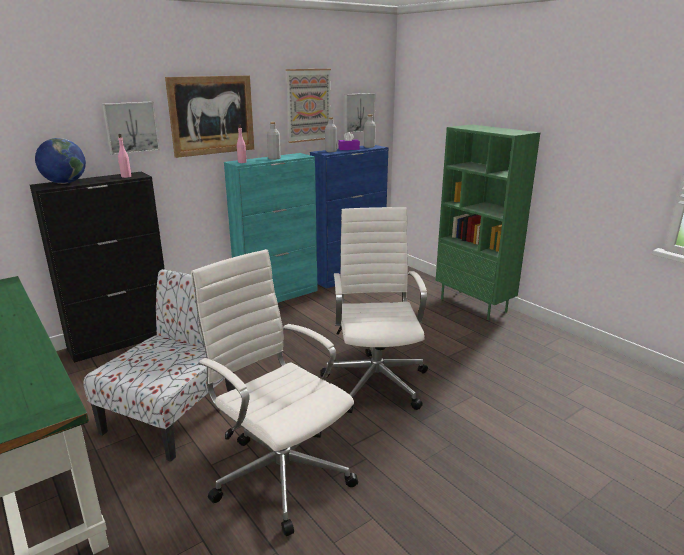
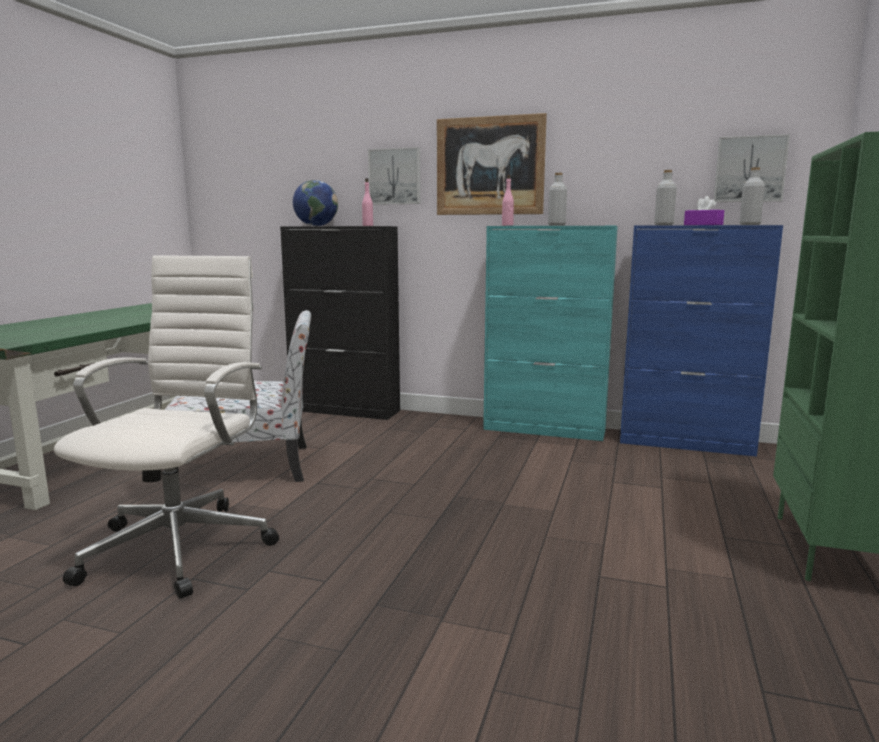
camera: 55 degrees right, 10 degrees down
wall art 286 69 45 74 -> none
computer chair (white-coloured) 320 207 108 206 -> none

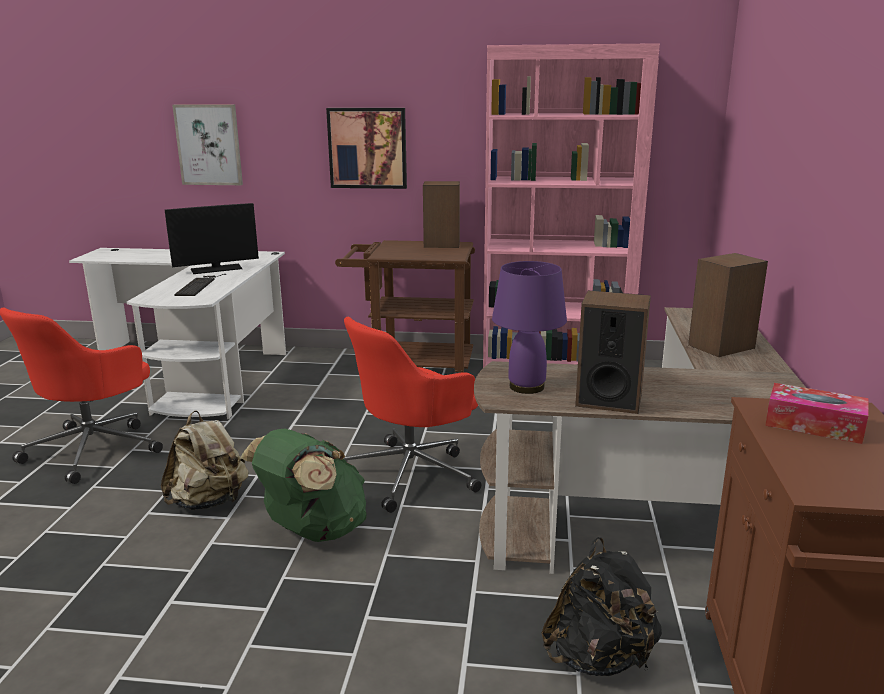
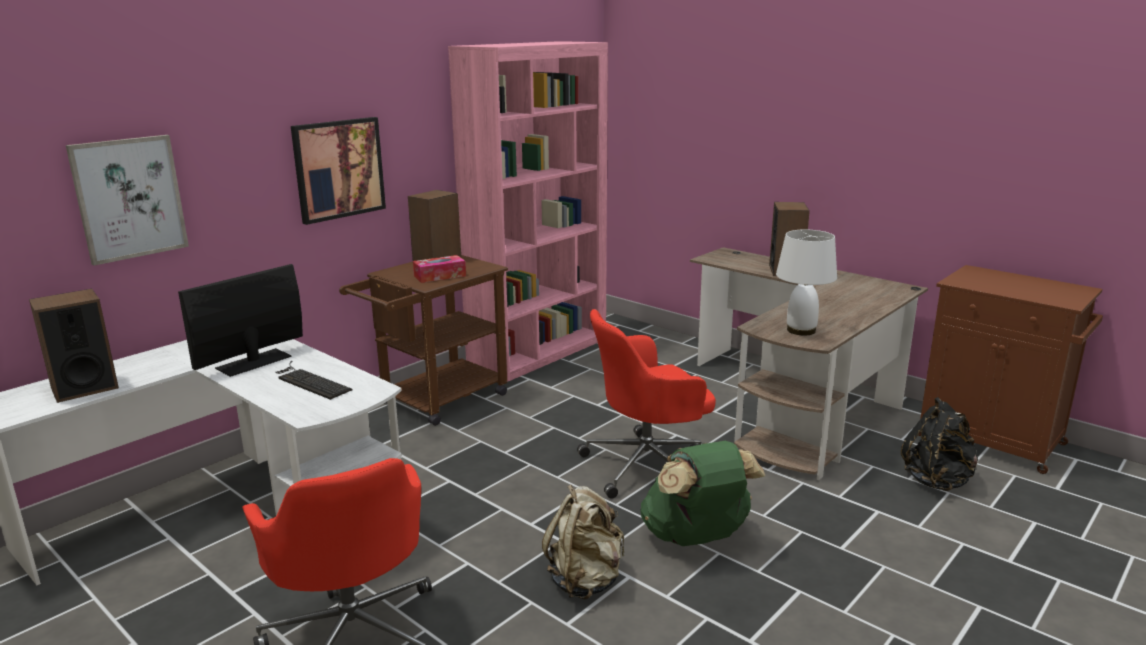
camera: 55 degrees left, 0 degrees up
computer screen 165 203 94 71 -> computer screen 178 264 125 113, 150 degrees counterclockwise
tabletop lamp (purplish) 492 261 75 133 -> tabletop lamp (white-coloured) 776 229 61 106
speaker 575 291 76 123 -> speaker 29 289 90 114, move
computer chair (reddish) 344 317 137 196 -> computer chair (reddish) 577 309 139 190, 75 degrees clockwise
tissue box 765 383 103 61 -> tissue box 413 255 53 28, move

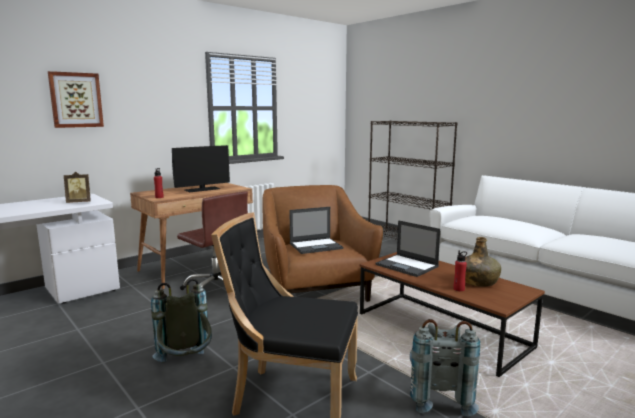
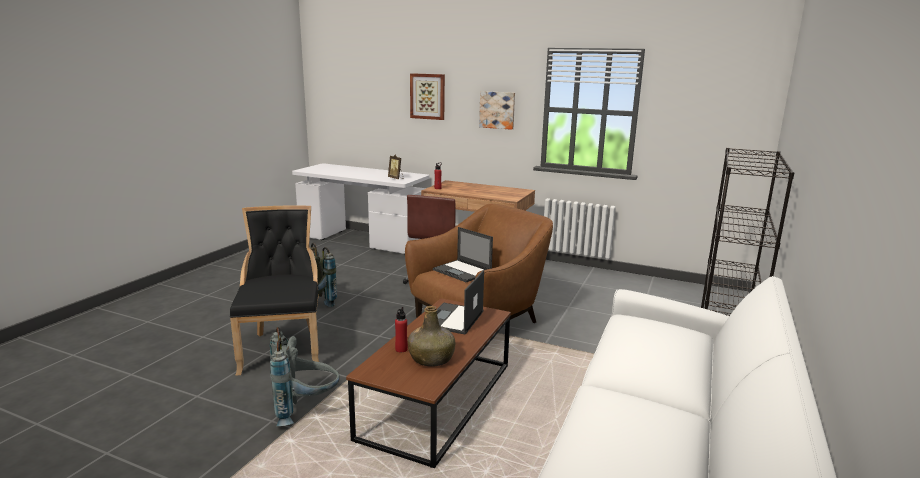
camera: 65 degrees right, 5 degrees up
computer screen 172 145 58 47 -> none
none -> wall art 479 91 36 39

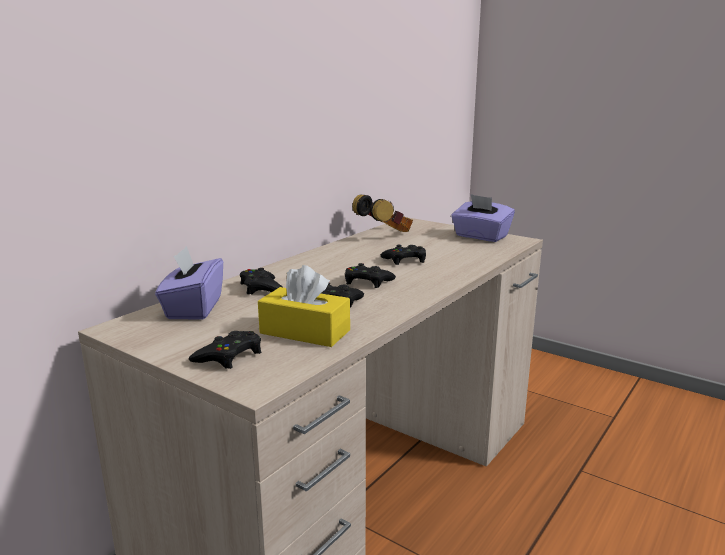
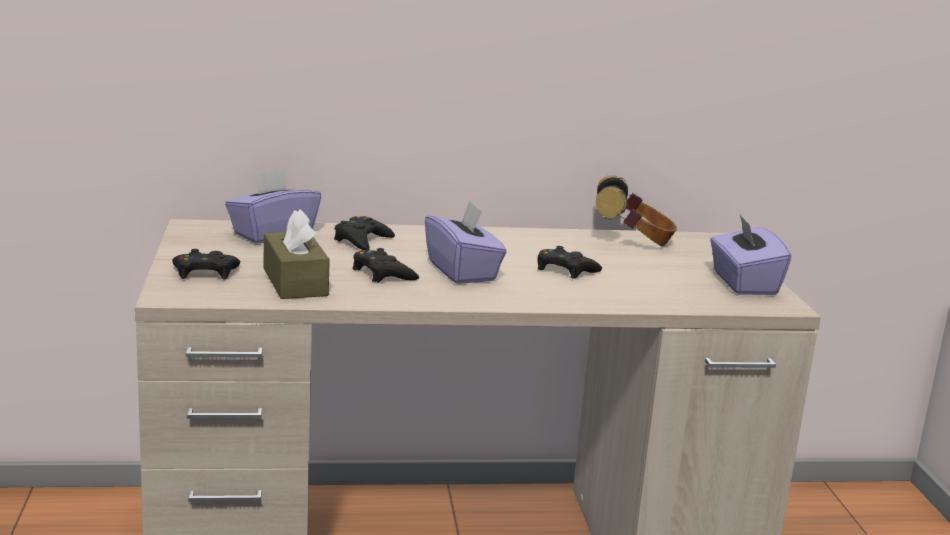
camera: 45 degrees right, 0 degrees up
joypad (blackish) 345 263 51 25 -> tissue box (purplish) 425 201 82 83
tissue box (yellow-coloured) 258 265 92 82 -> tissue box (brown) 264 209 66 90

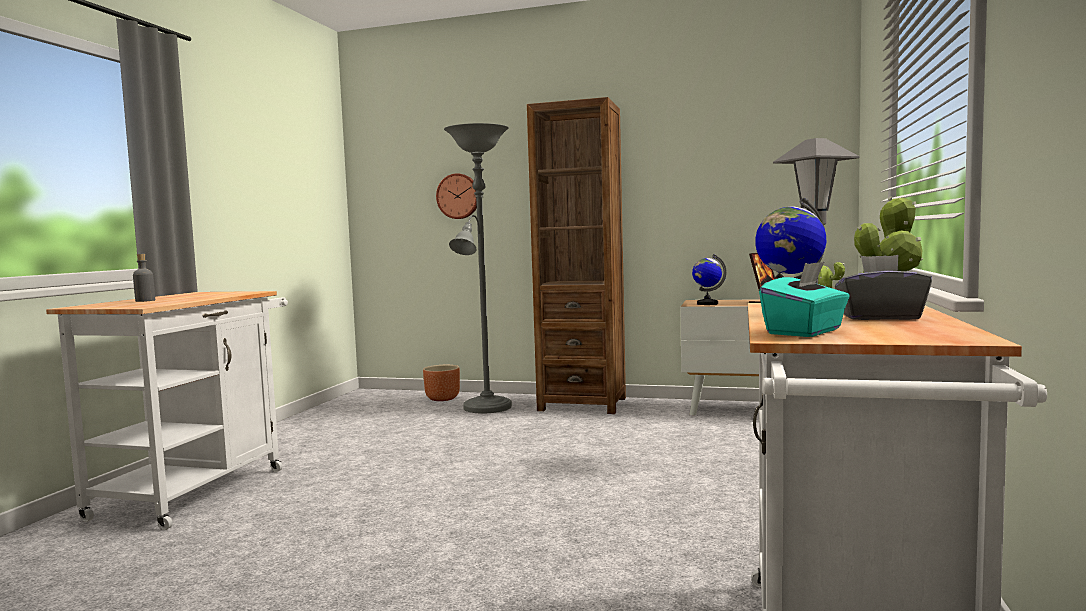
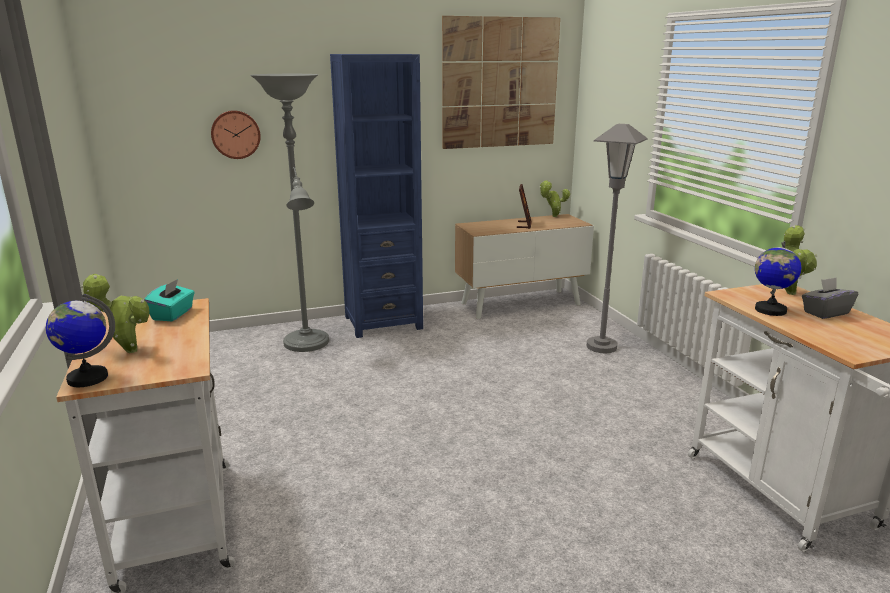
camera: 35 degrees left, 15 degrees up
bookcase (brown) 527 97 99 317 -> bookcase (blue-coloured) 330 54 93 284
bottle (greyish) 133 254 22 48 -> houseplant 81 274 68 79
desk globe 692 254 35 51 -> desk globe 46 294 69 93, move
tissue box (turquoise) 759 261 91 76 -> tissue box (turquoise) 144 279 51 42, move
planter (brown) 423 365 37 36 -> none
none -> wall art 442 16 118 133

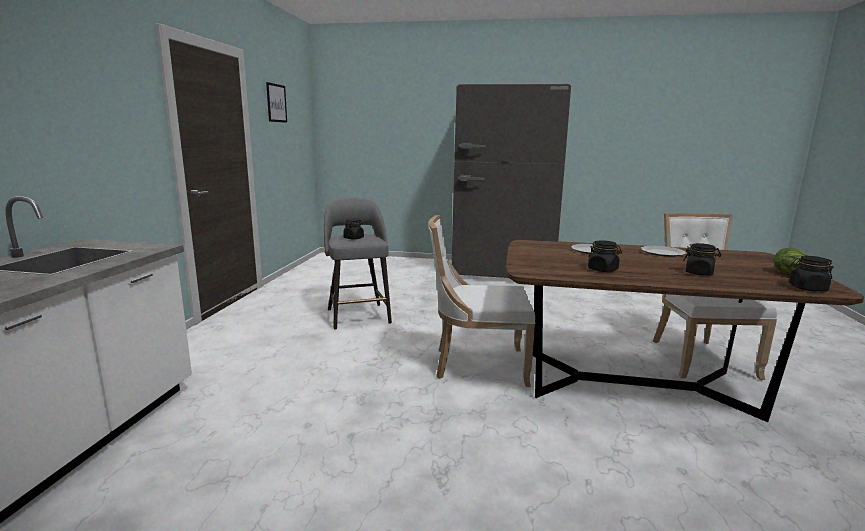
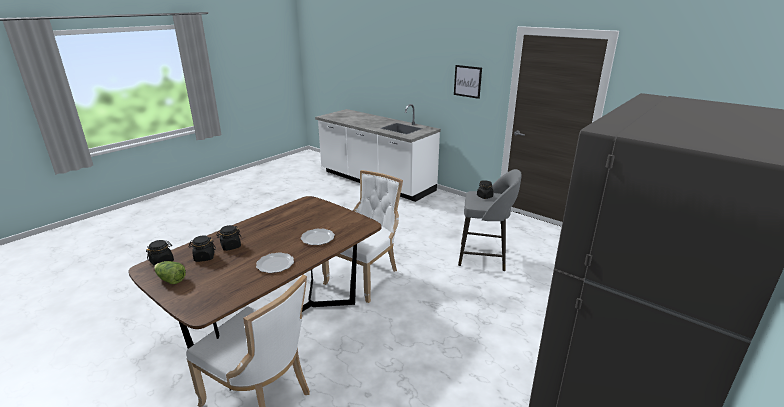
camera: 120 degrees right, 10 degrees up
wall art 266 82 21 41 -> wall art 454 65 28 34, move
storage jar (blackish) 588 240 34 32 -> storage jar (blackish) 189 236 27 26, move

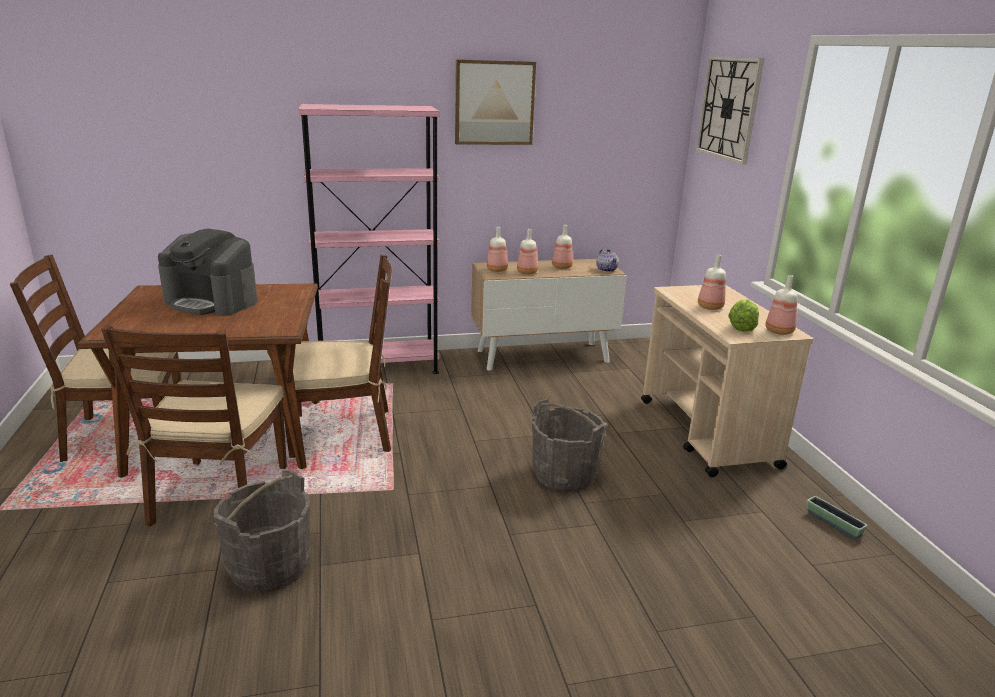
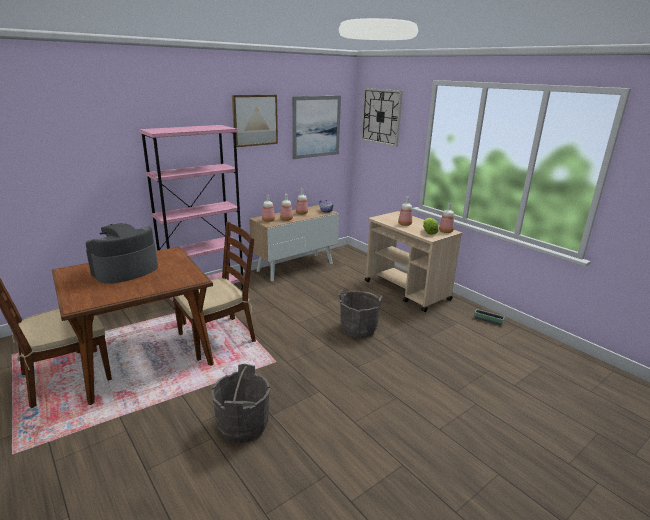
camera: 25 degrees left, 0 degrees up
coffee machine 158 228 99 88 -> coffee machine 86 223 72 61, 135 degrees clockwise
plain chair (brown) 101 325 186 202 -> none
none -> wall art 292 96 49 63

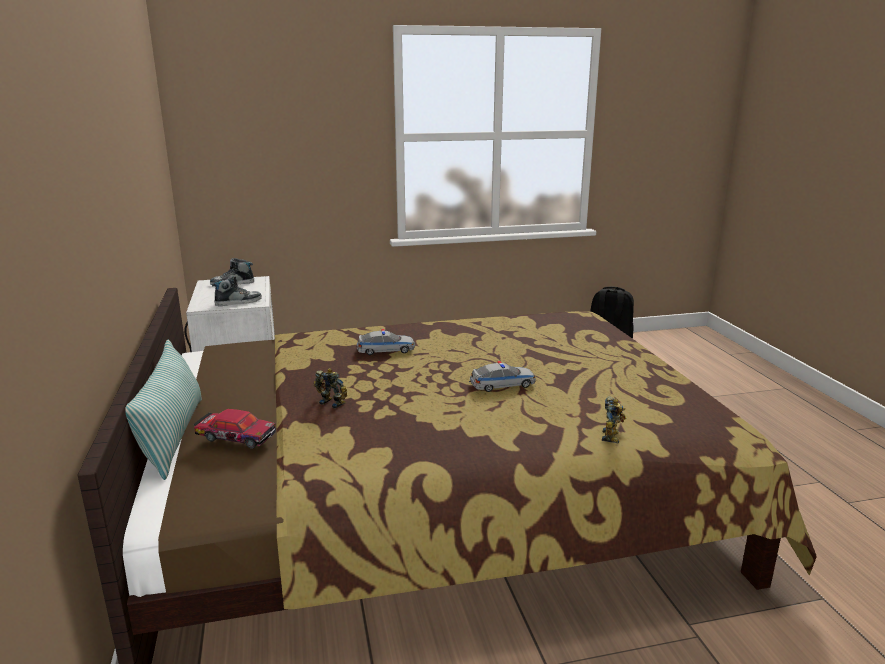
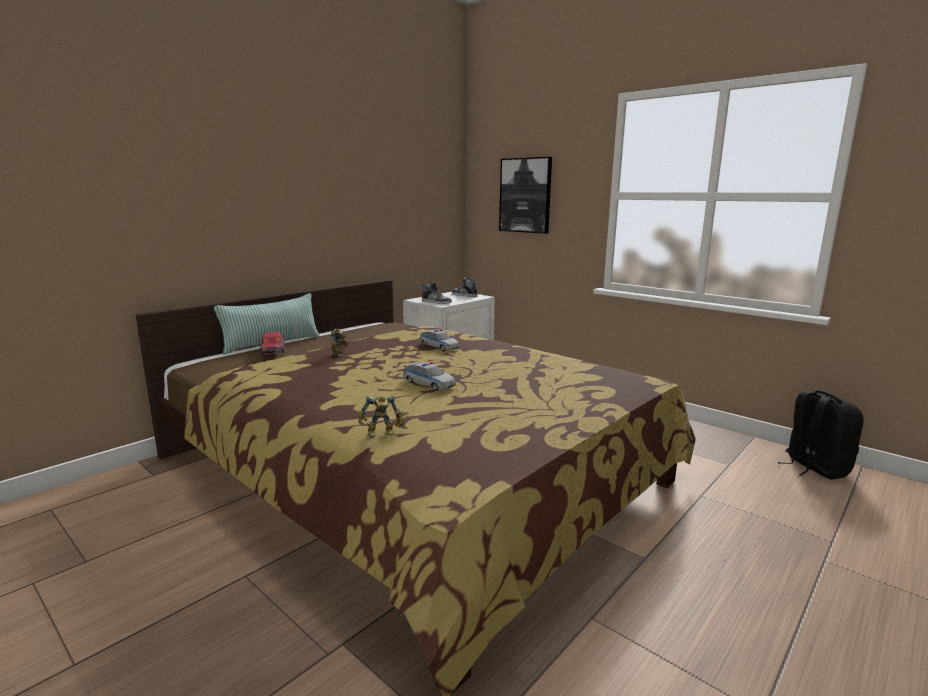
camera: 55 degrees right, 5 degrees down
none -> wall art 499 157 53 77

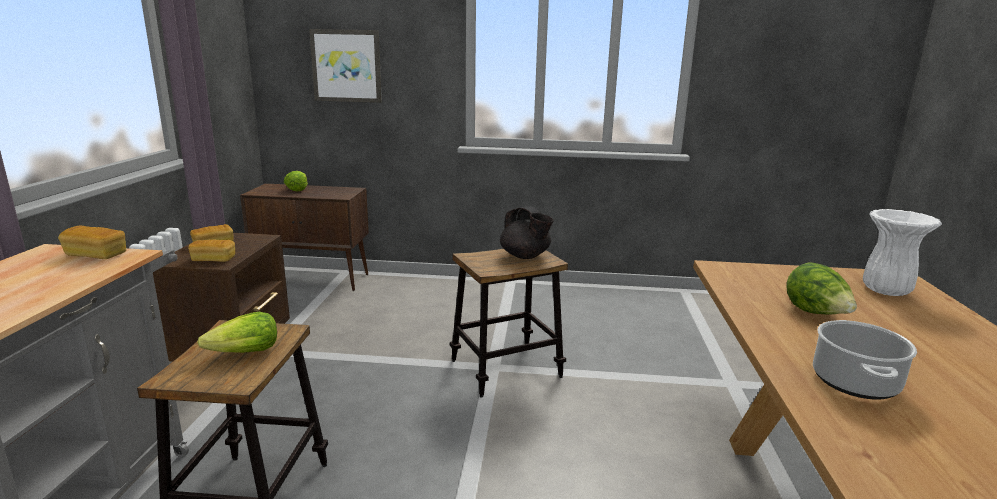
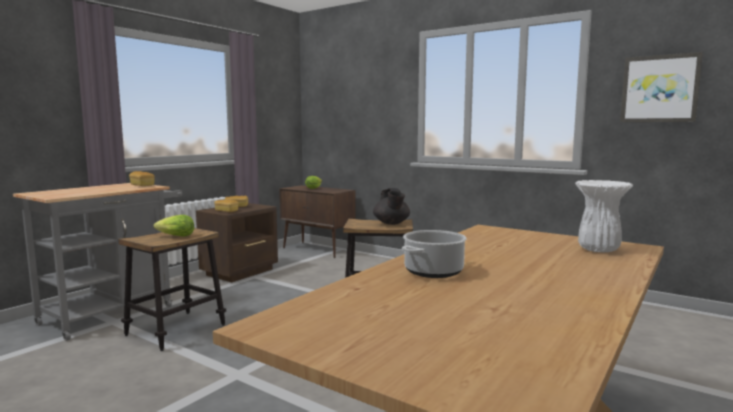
camera: 30 degrees right, 10 degrees down
wall art 309 29 73 74 -> wall art 620 52 83 70, move
head of lettuce 787 262 70 53 -> none

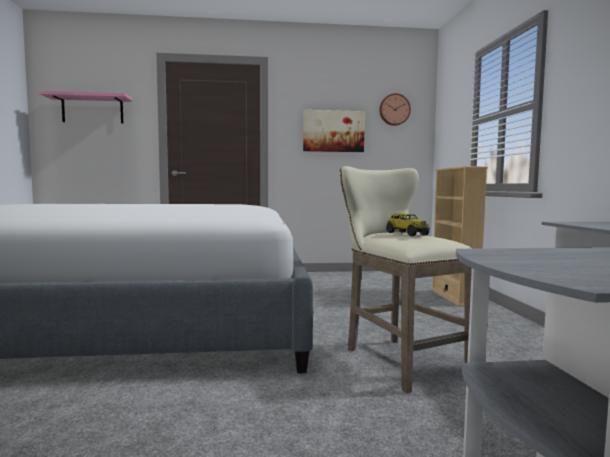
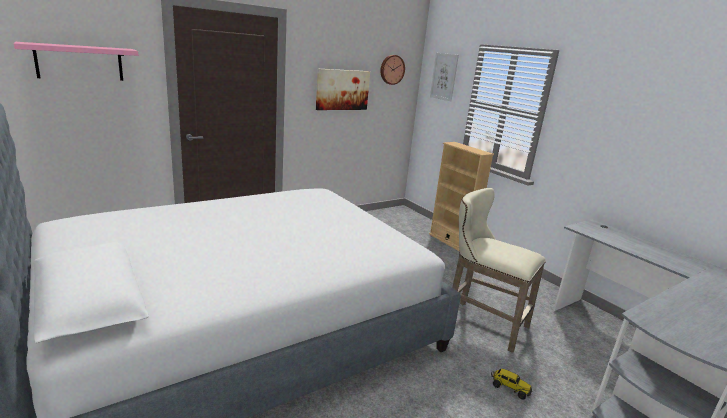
camera: 30 degrees left, 15 degrees up
toy lorry 386 213 44 23 -> toy lorry 491 369 41 31, move
none -> wall art 430 53 29 48

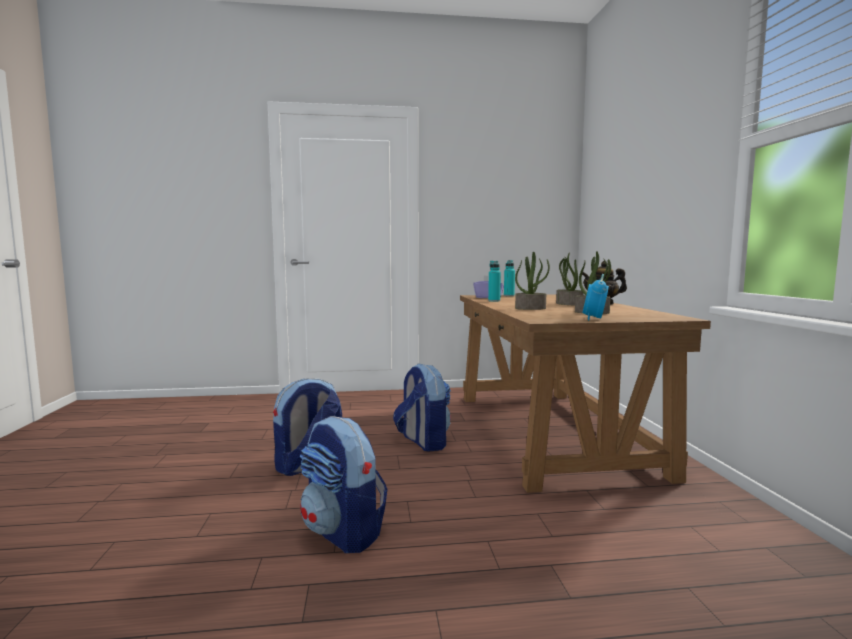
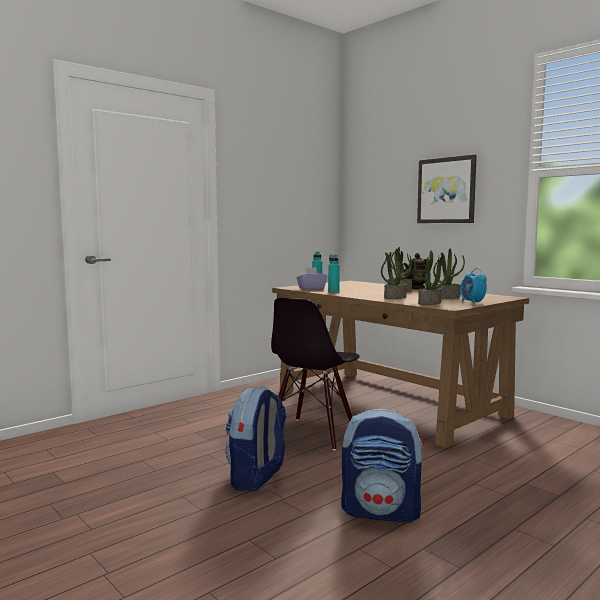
camera: 35 degrees left, 0 degrees up
knapsack 393 363 58 89 -> plain chair (blackish) 271 298 89 152
none -> wall art 417 155 60 68
none -> houseplant 414 251 33 54

